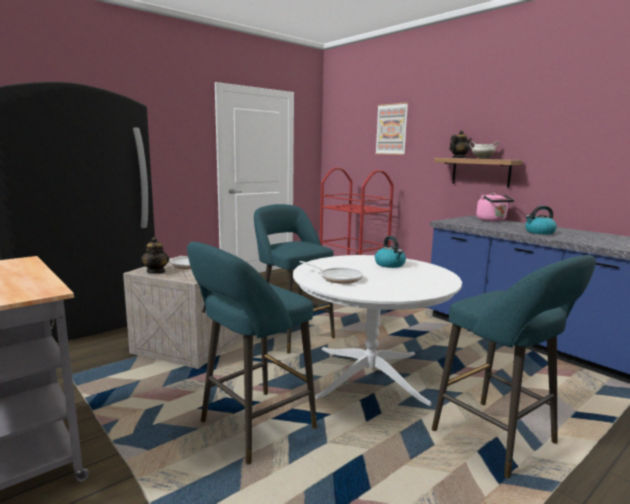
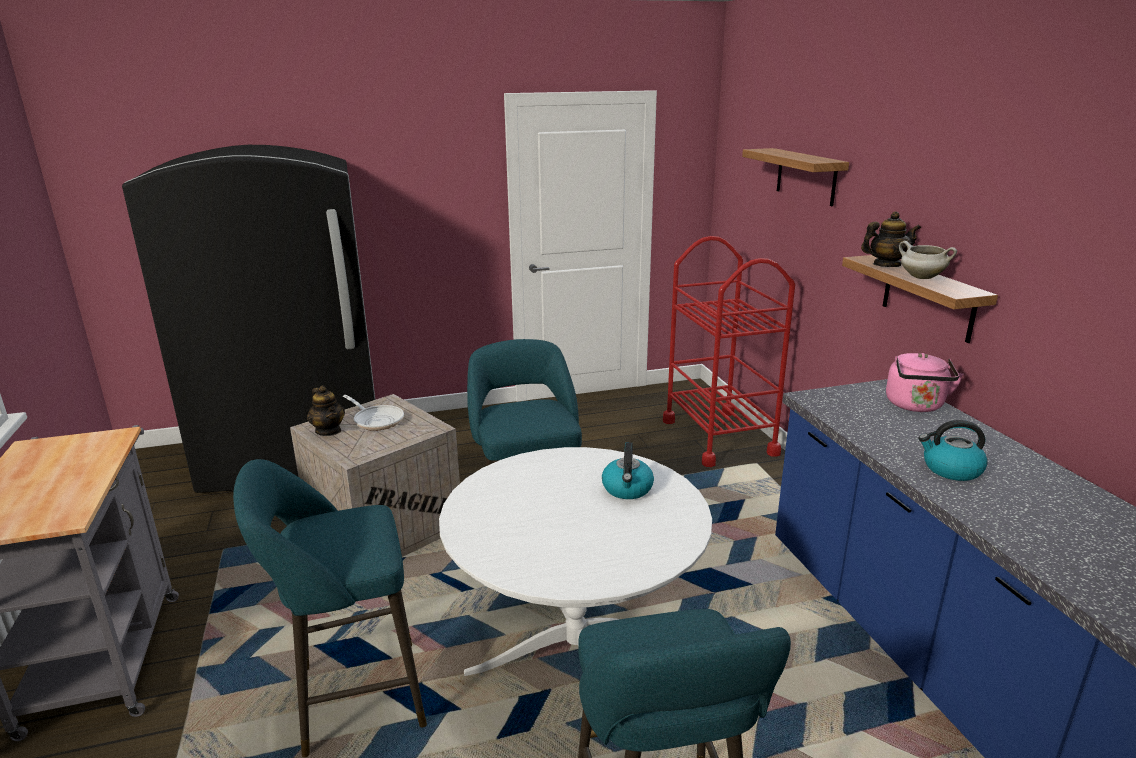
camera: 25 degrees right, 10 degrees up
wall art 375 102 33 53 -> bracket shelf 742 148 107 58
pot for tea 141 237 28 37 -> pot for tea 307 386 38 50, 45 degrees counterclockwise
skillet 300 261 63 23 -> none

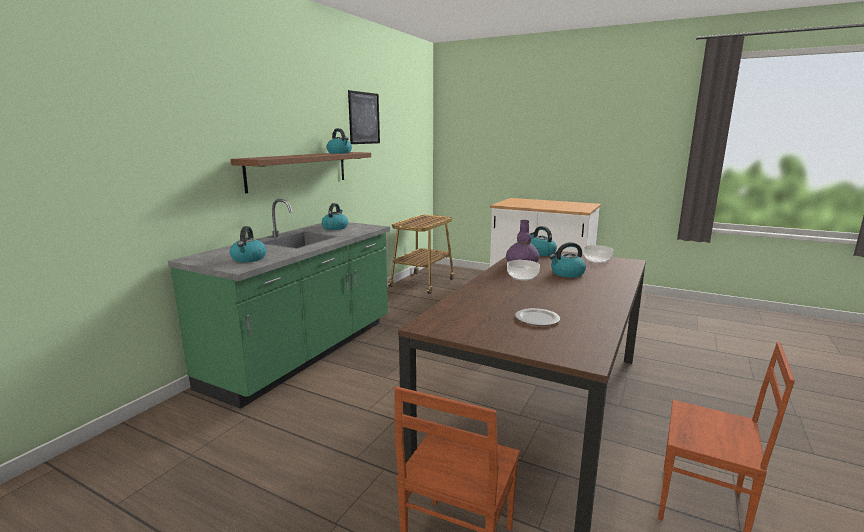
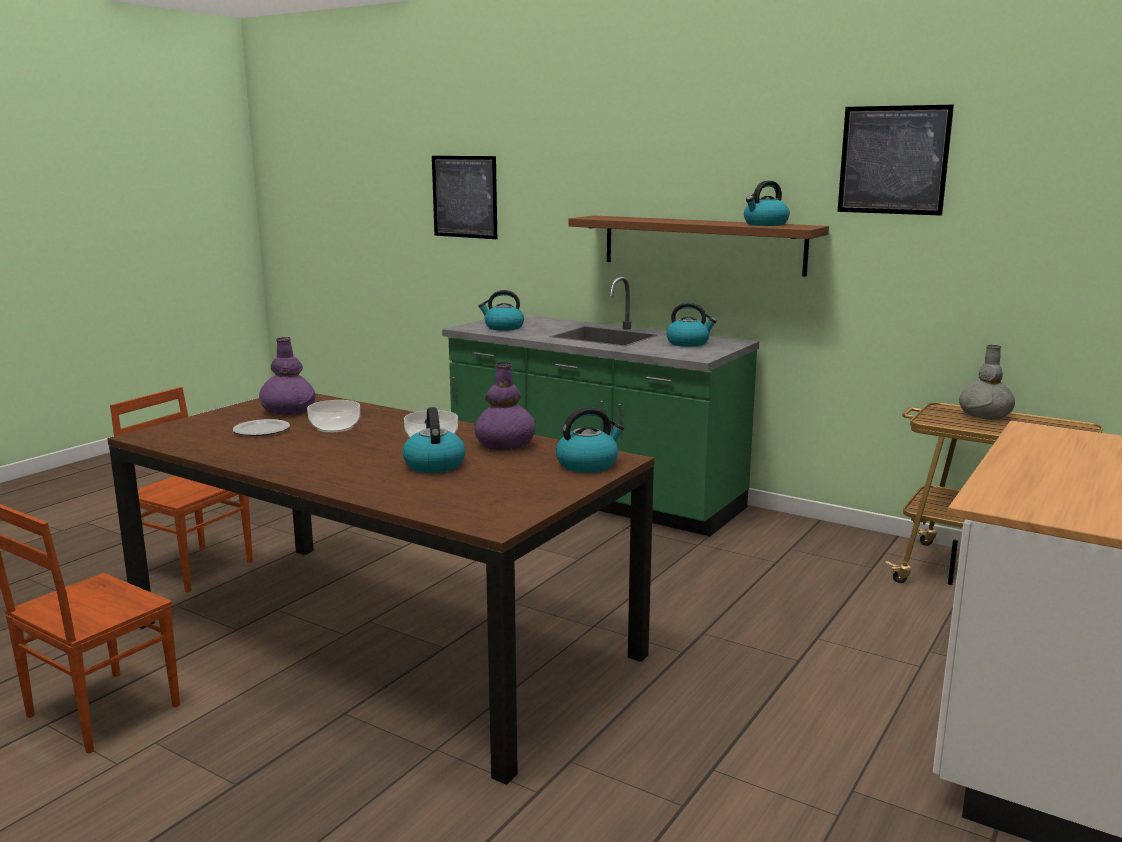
camera: 95 degrees right, 0 degrees up
serving bowl 583 245 30 18 -> serving bowl 307 400 53 32, move
none -> wall art 432 156 65 83
none -> decorative vase (purplish) 259 337 57 78
none -> decorative vase (greyish) 959 345 56 75

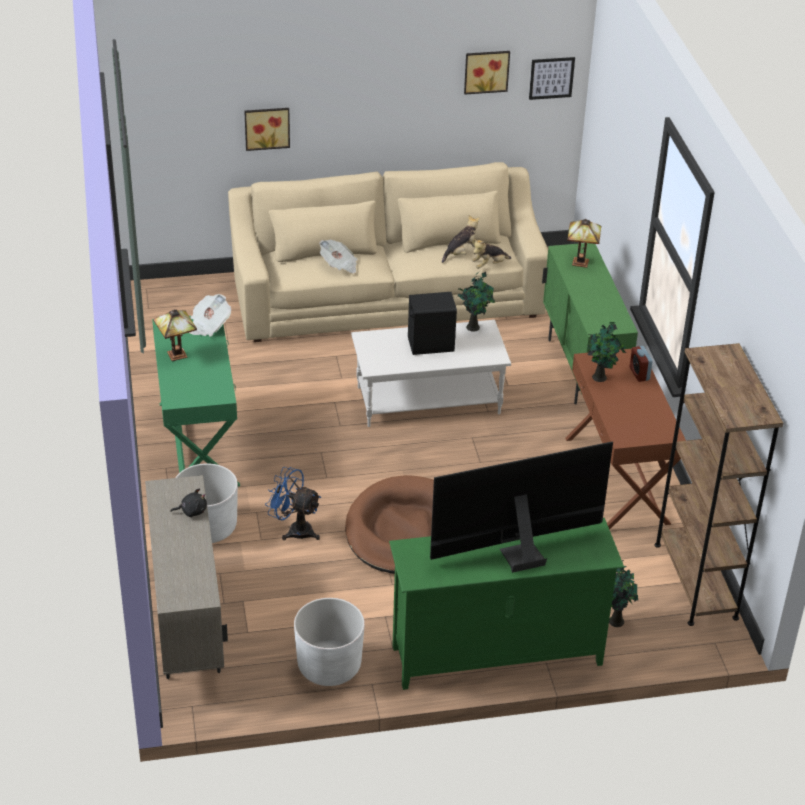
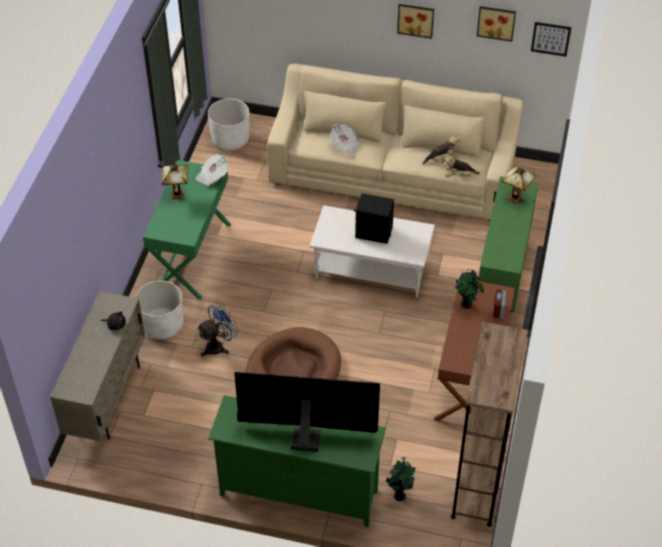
camera: 25 degrees right, 10 degrees up
wall art 244 108 46 43 -> wall art 397 4 37 35, move
houseplant 458 271 37 61 -> none
cooling fan (blue-coloured) 265 467 56 73 -> cooling fan (blue-coloured) 197 302 42 55, 90 degrees clockwise
planter (white-coloured) 294 598 71 88 -> planter (white-coloured) 208 98 41 52, move

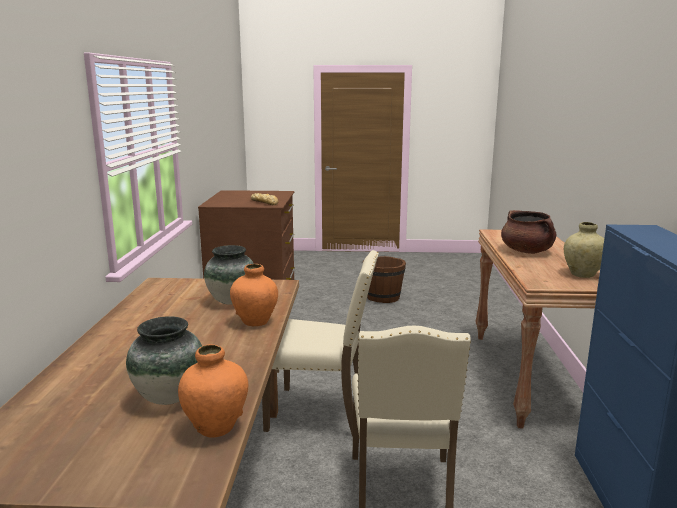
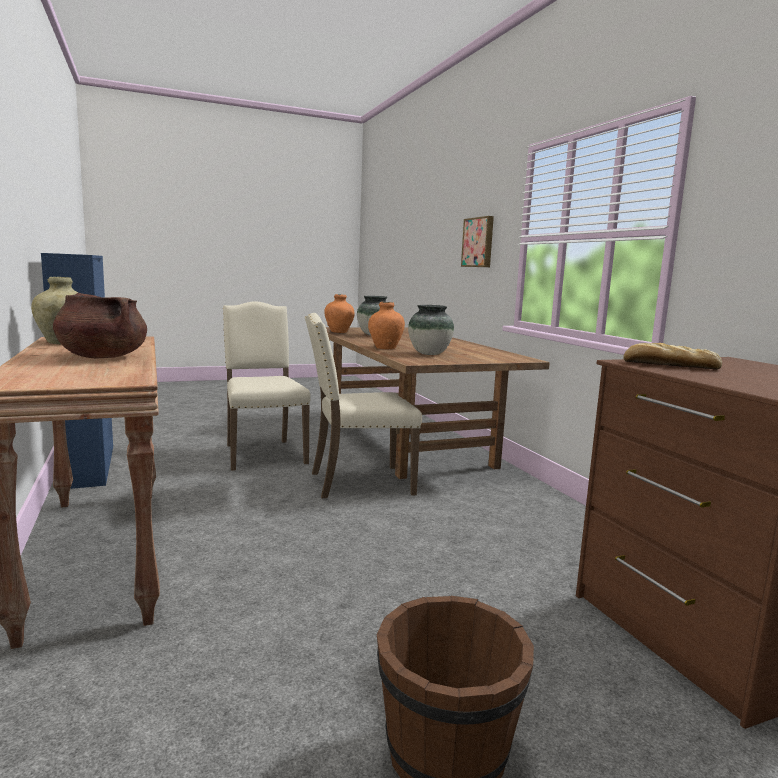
camera: 155 degrees right, 5 degrees down
none -> wall art 461 216 33 51

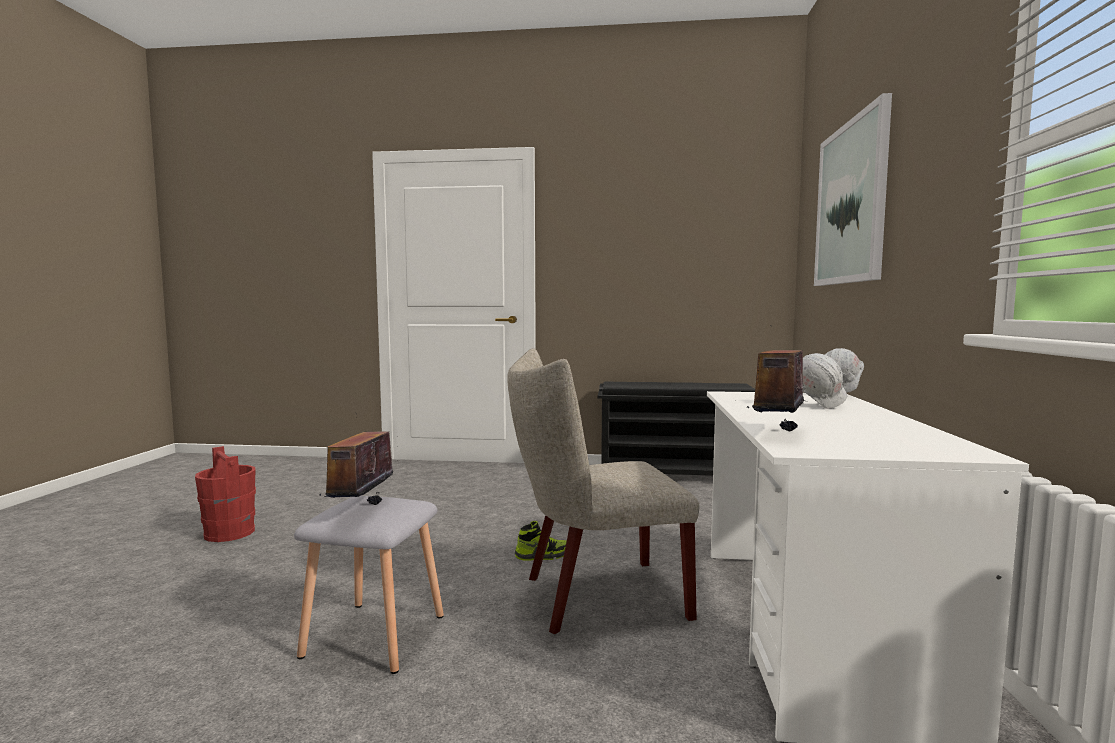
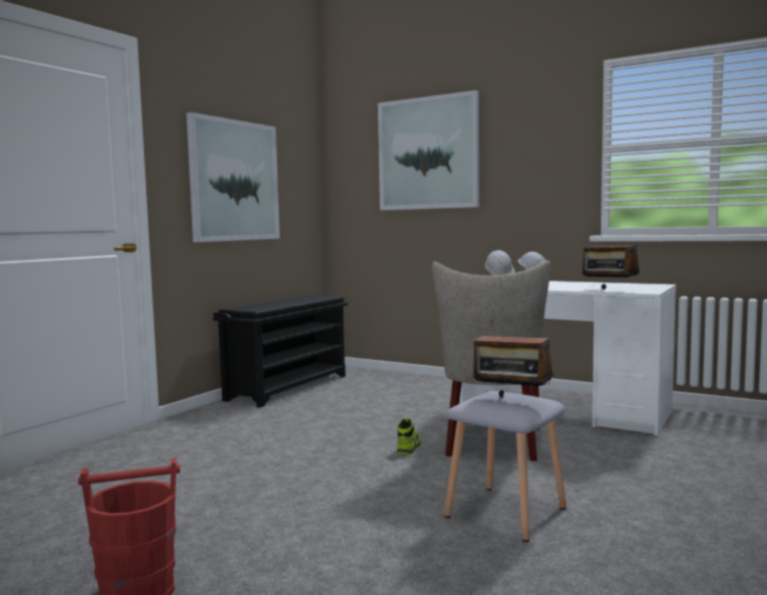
camera: 65 degrees left, 0 degrees up
none -> wall art 186 112 94 130

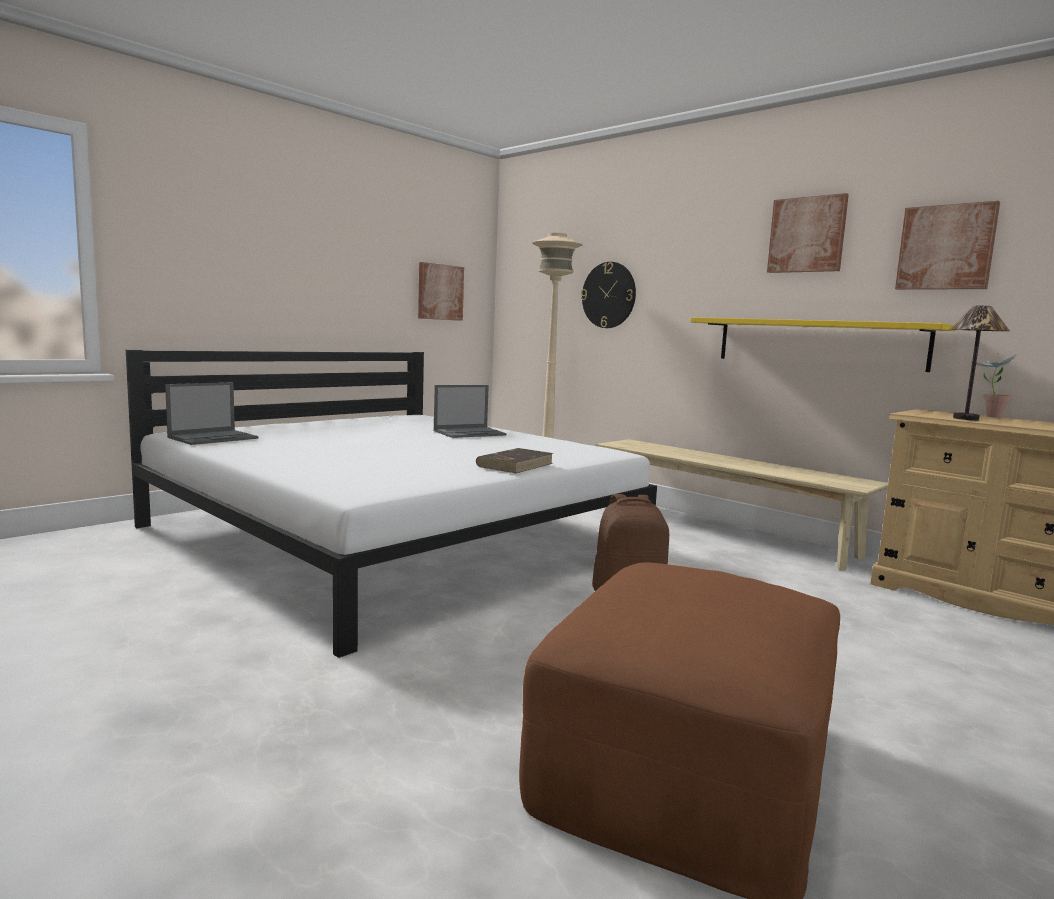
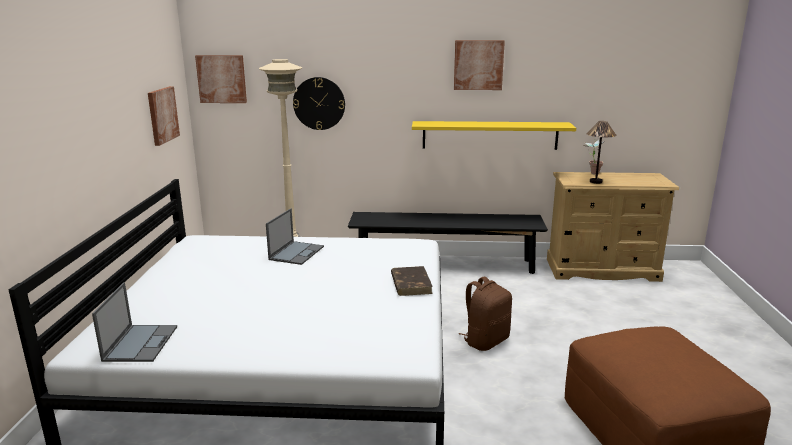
camera: 40 degrees left, 10 degrees up
wall art 895 201 105 89 -> wall art 195 55 52 48, move
long seat (beige) 595 439 293 131 -> long seat (blackish) 348 212 200 62

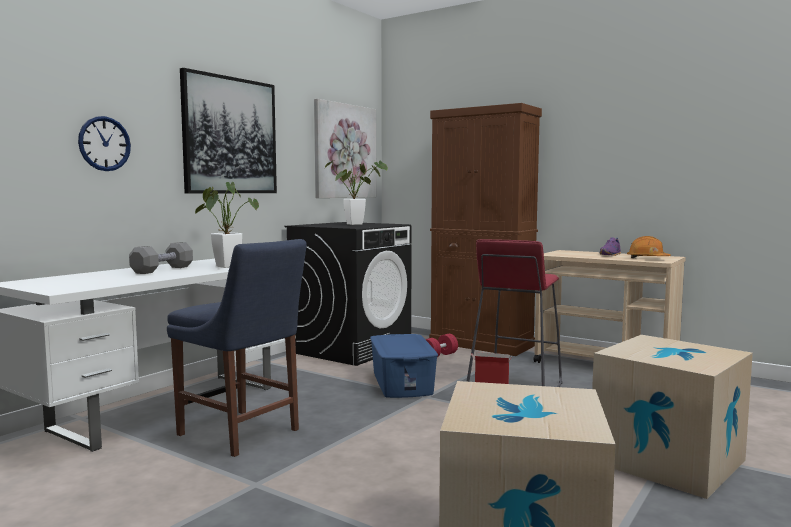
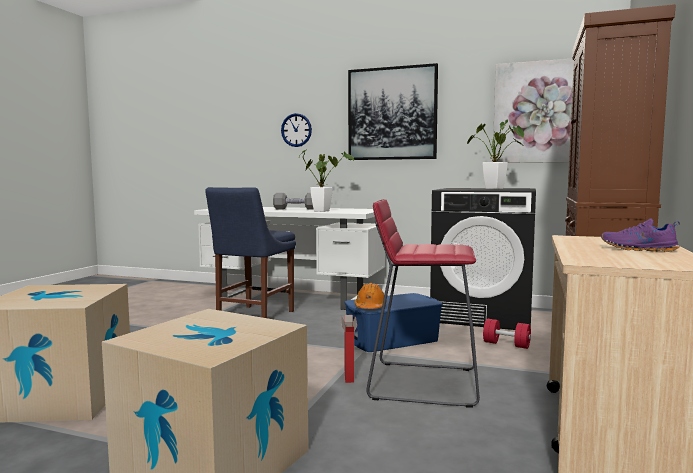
camera: 75 degrees right, 0 degrees up
hard hat (orange-coloured) 627 236 44 22 -> hard hat (orange-coloured) 354 283 33 26, move

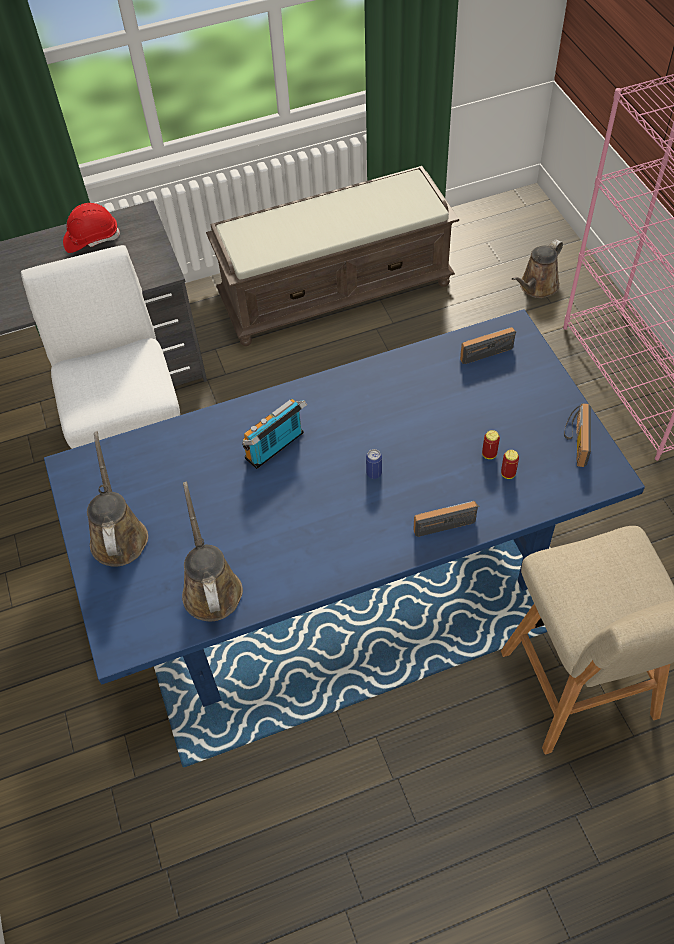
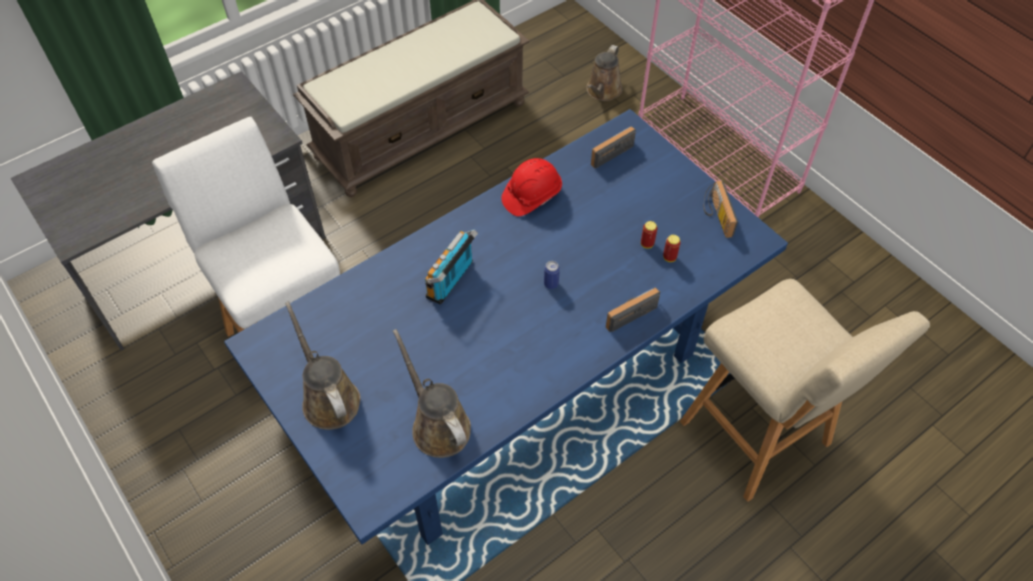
camera: 20 degrees left, 0 degrees up
hard hat (reddish) 63 203 57 50 -> hard hat (reddish) 501 158 61 58, move

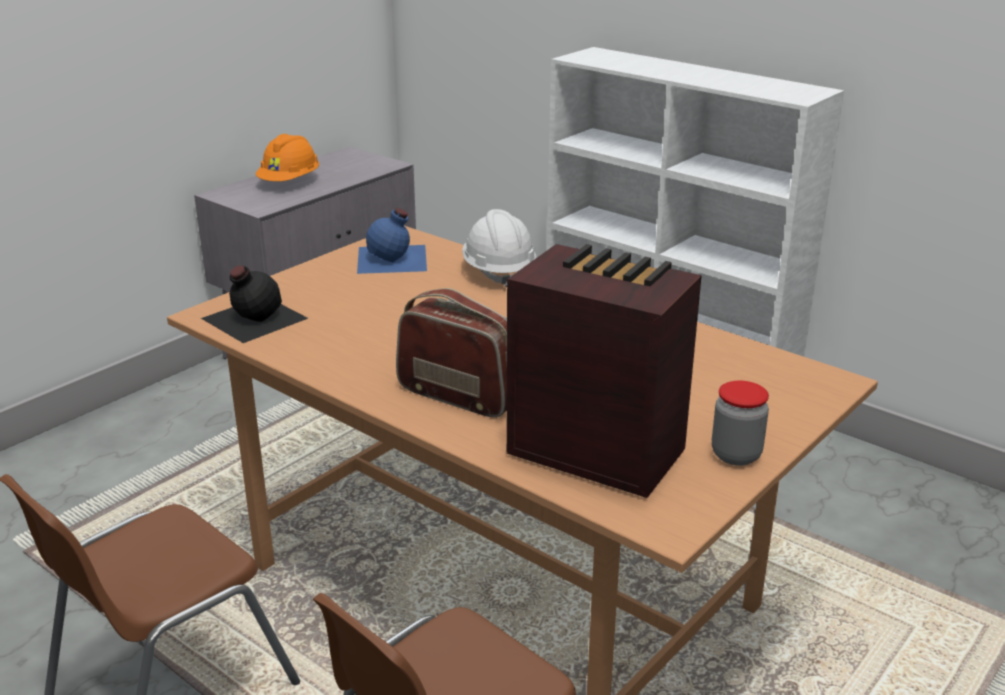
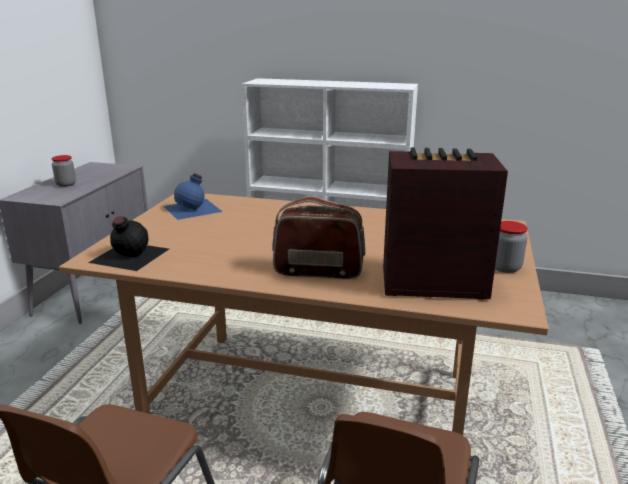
camera: 25 degrees left, 5 degrees down
hard hat (orange-coloured) 255 134 64 47 -> storage jar 51 155 25 32
hard hat (white-coloured) 462 209 74 78 -> none

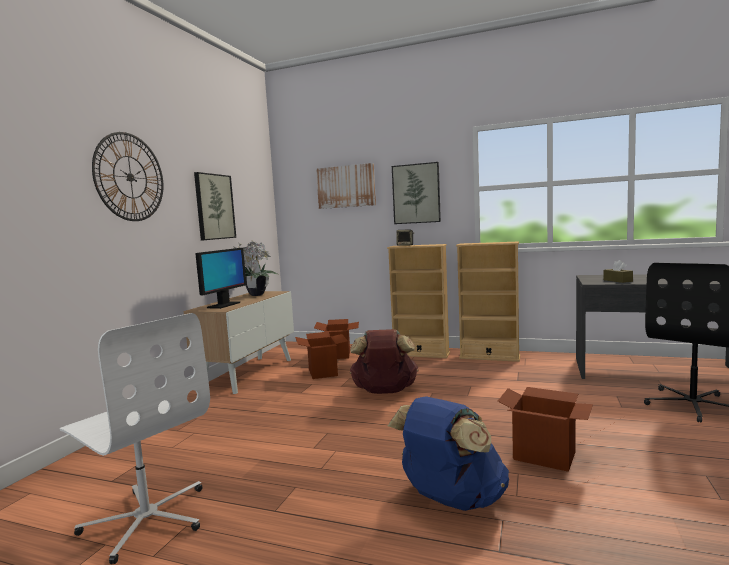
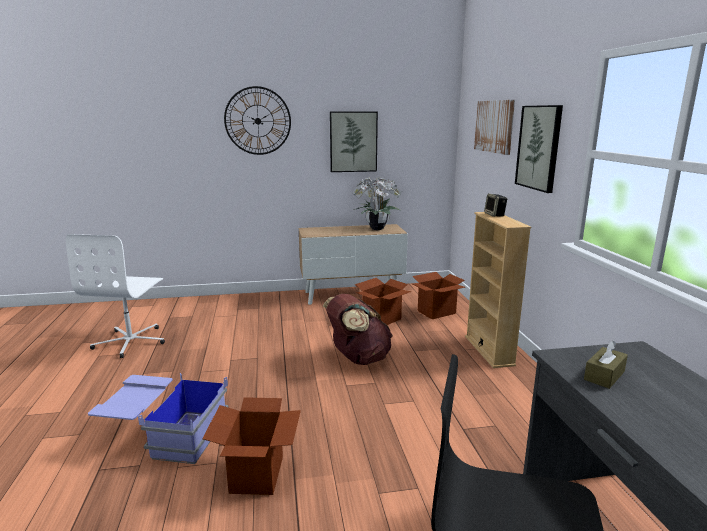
camera: 60 degrees right, 10 degrees up
bookcase (beige) 456 242 64 120 -> none
computer screen 195 248 52 61 -> none
knapsack (blue-coloured) 388 396 121 115 -> storage bin (blue-coloured) 88 373 140 91

